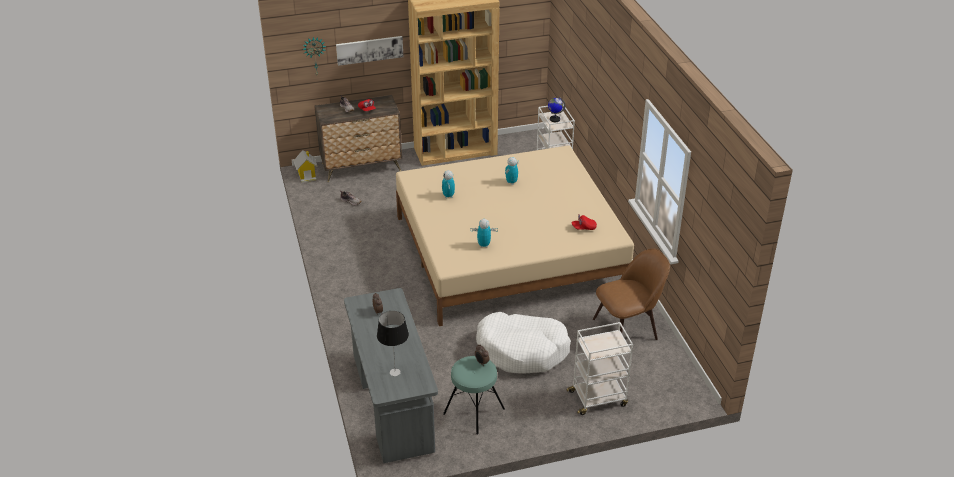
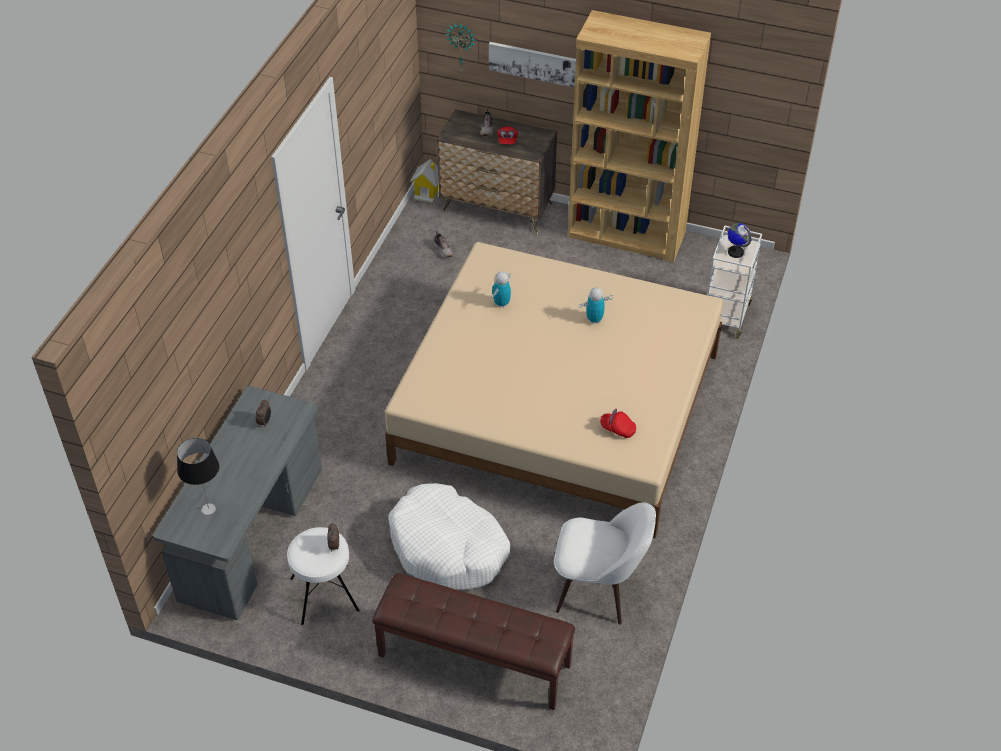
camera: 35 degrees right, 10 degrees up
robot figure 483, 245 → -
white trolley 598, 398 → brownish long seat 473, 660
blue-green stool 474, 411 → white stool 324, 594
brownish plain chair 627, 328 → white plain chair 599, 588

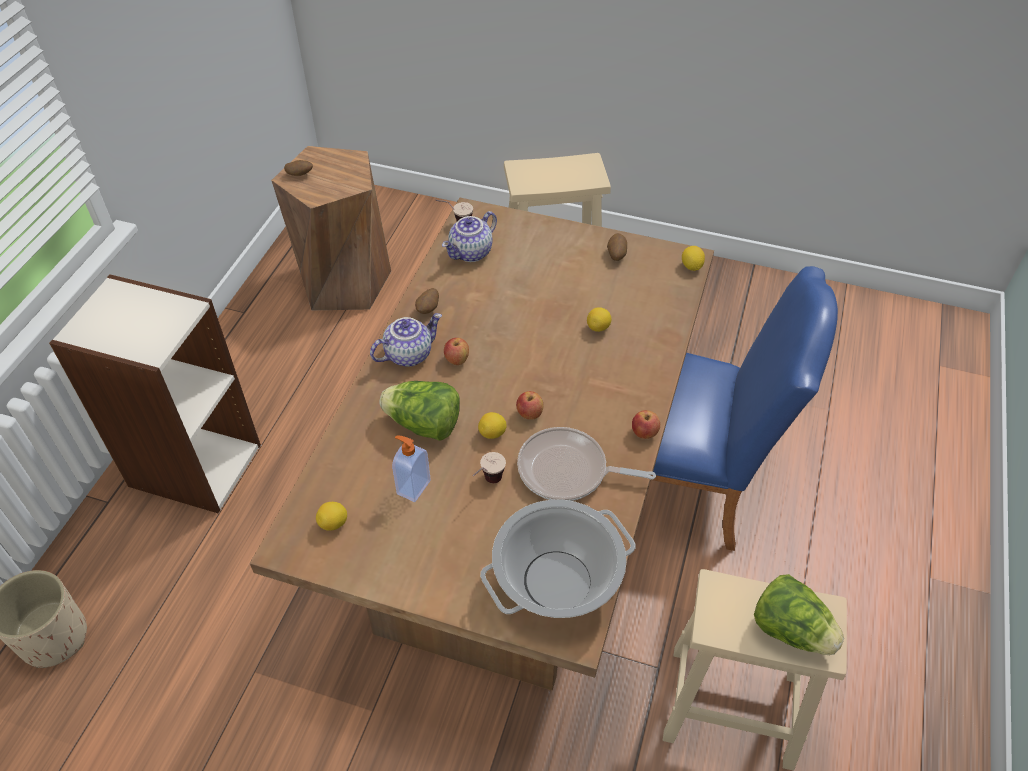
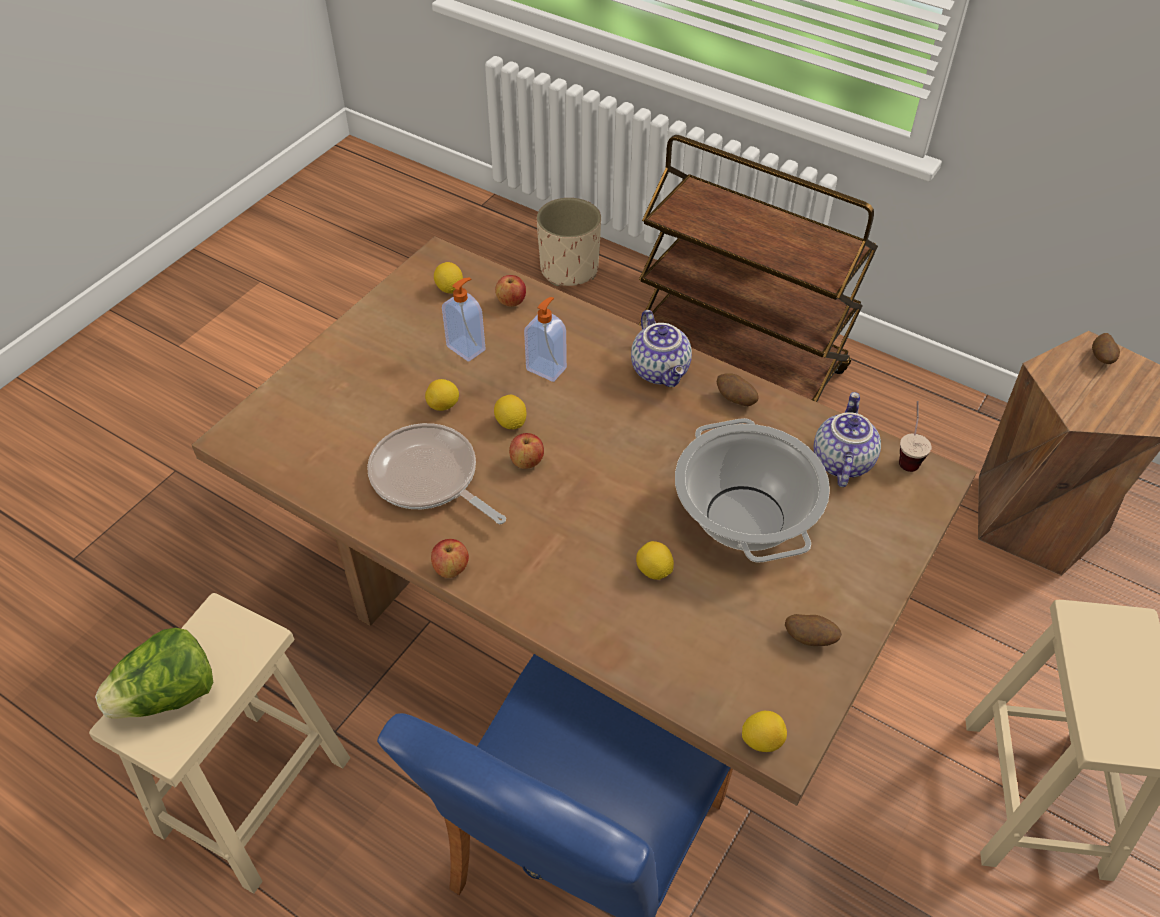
camera: 105 degrees right, 0 degrees up
apple fruit 457, 360 → apple fruit 511, 302, relocated
saucepot 556, 582 → saucepot 744, 517, relocated
bookcase 194, 464 → brownish trolley 739, 359
lettuce head 424, 425 → soap dispenser 547, 368
small cup 487, 484 → whole lemon 443, 406
tea pot 471, 253 → tea pot 840, 461, 45 degrees clockwise
frying pan 568, 471 → frying pan 428, 478, 75 degrees counterclockwise

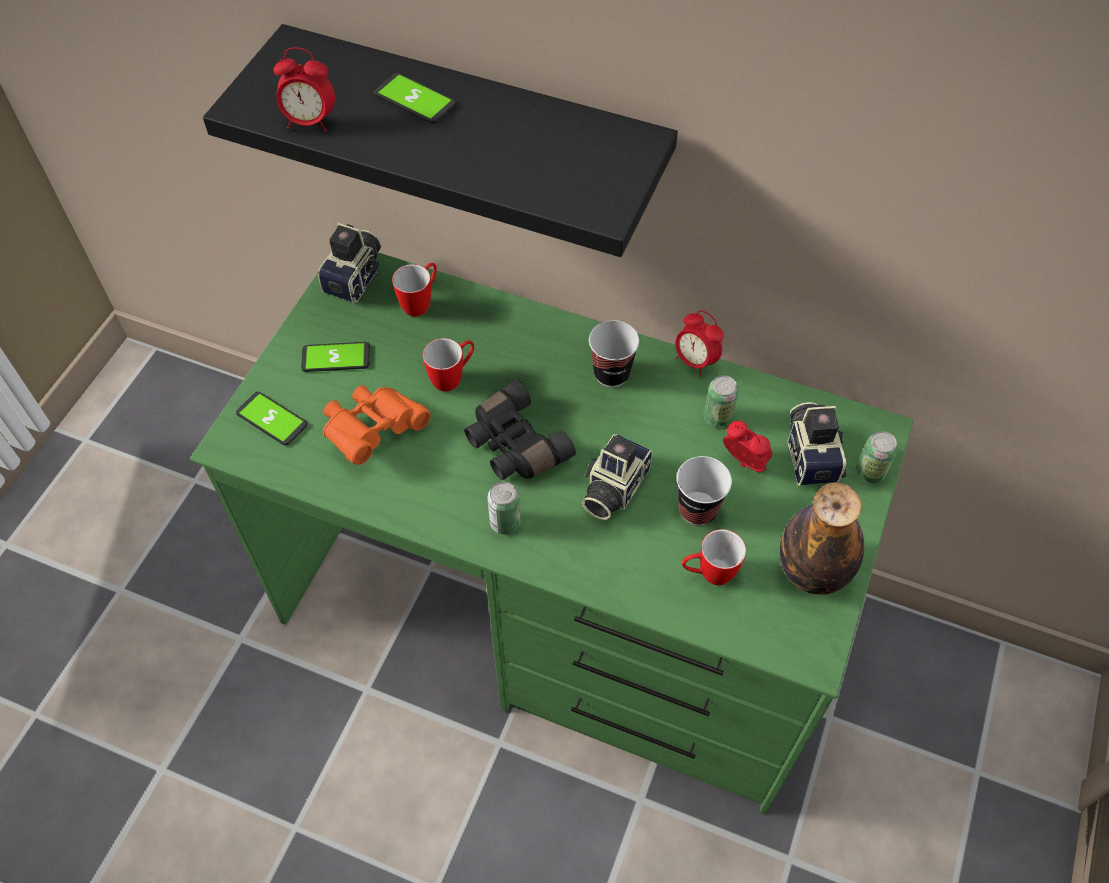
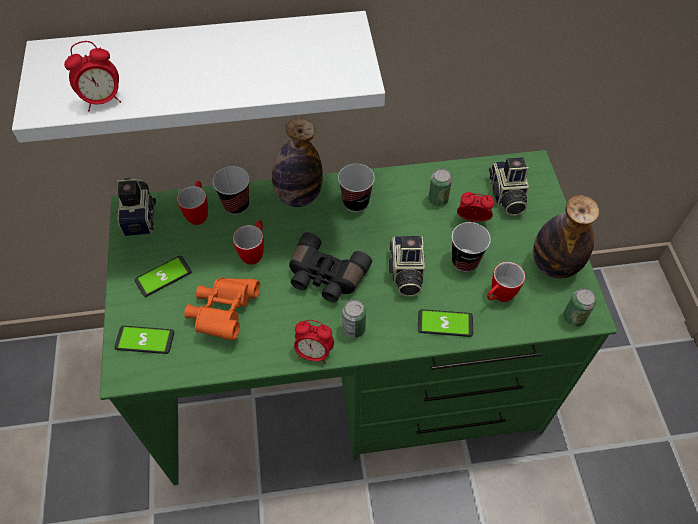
camera: 30 degrees left, 0 degrees up
- → small cup 236, 205
- → drink bottle 298, 196
telephone 415, 99 → telephone 445, 323, relocated
table clock 695, 361 → table clock 314, 353, relocated
sealed can 870, 472 → sealed can 573, 318, relocated
blackish wall shelf 475, 123 → white wall shelf 207, 63
photo camera 811, 454 → photo camera 506, 196, 150 degrees counterclockwise

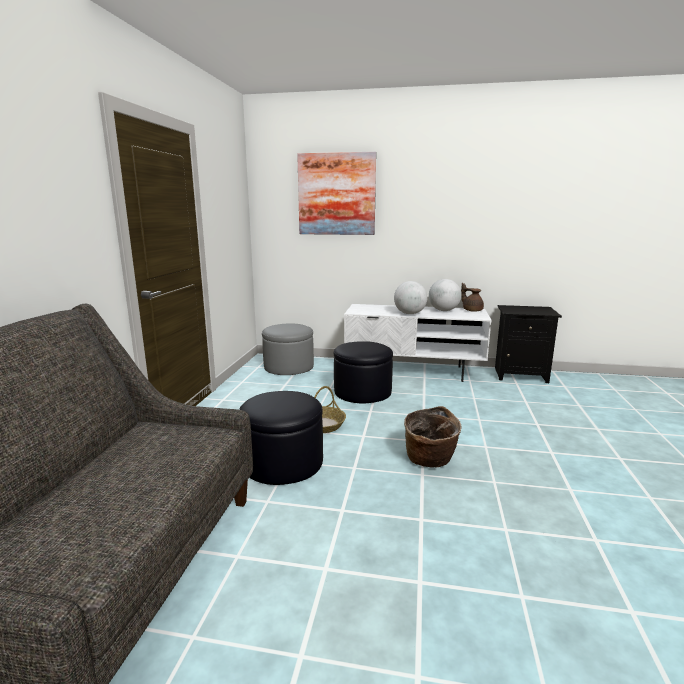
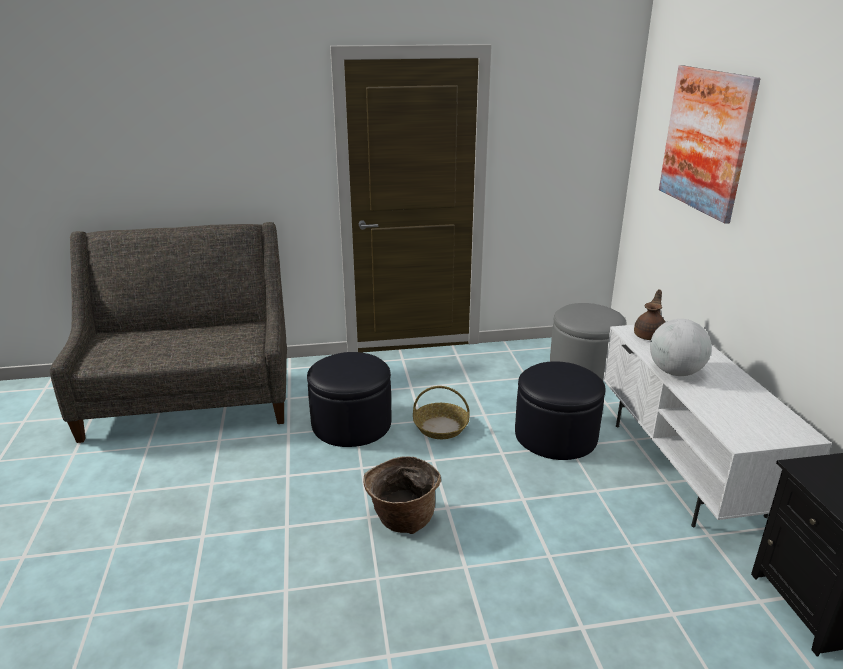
camera: 70 degrees right, 10 degrees up
globe 444, 310 → -
brownish tea pot 472, 310 → brownish tea pot 650, 335, relocated

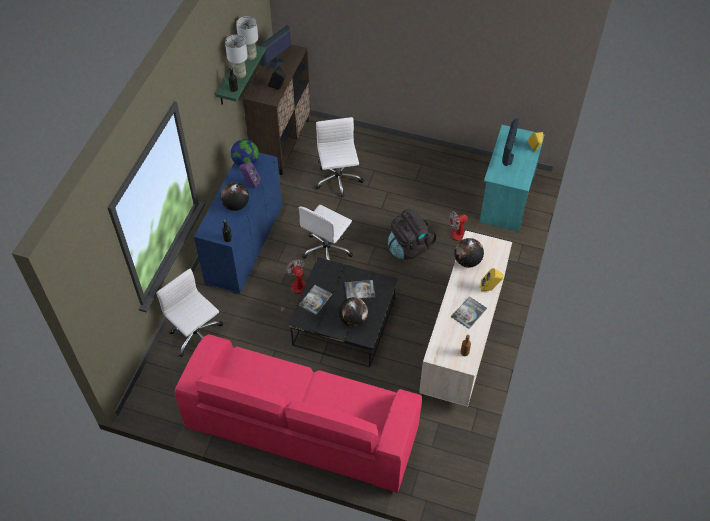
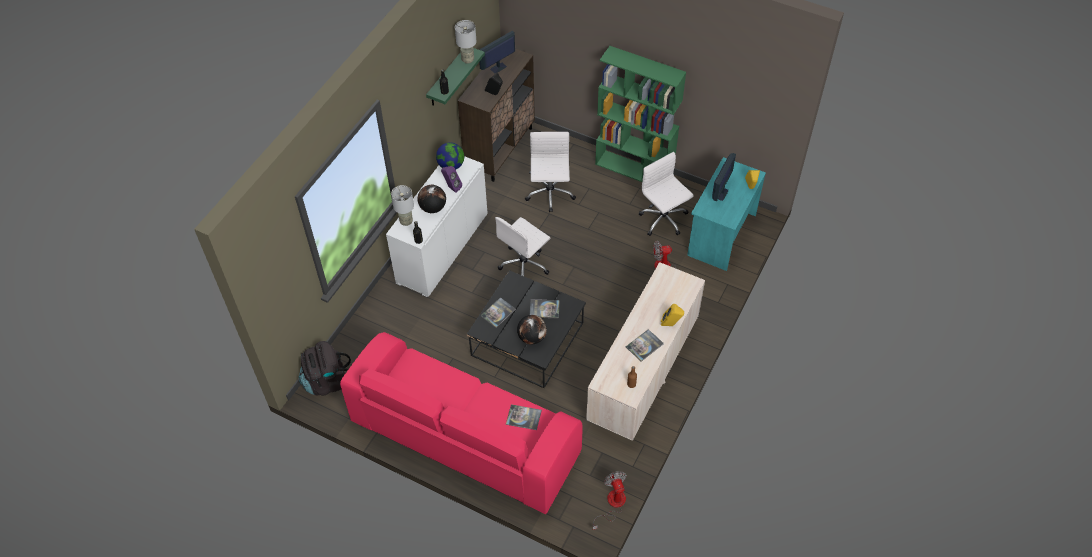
camera: 10 degrees right, 0 degrees up
globe 467, 261 → -
- → book 523, 417
- → greenish bookcase 634, 170
white computer chair 197, 336 → white computer chair 663, 220, relocated
grey lamp for a table 239, 75 → grey lamp for a table 406, 222, relocated
cooling fan 296, 292 → cooling fan 612, 504, relocated
blackish backpack 409, 247 → blackish backpack 327, 381, relocated
blue-coloured cupboard 244, 244 → white cupboard 442, 248

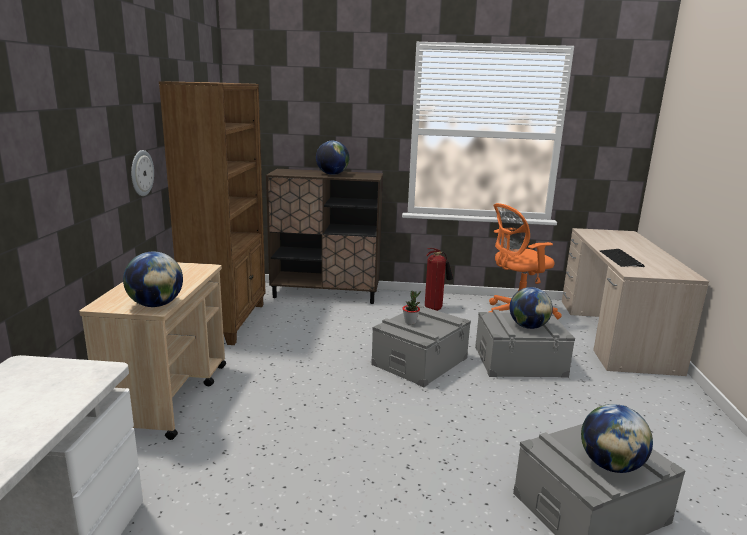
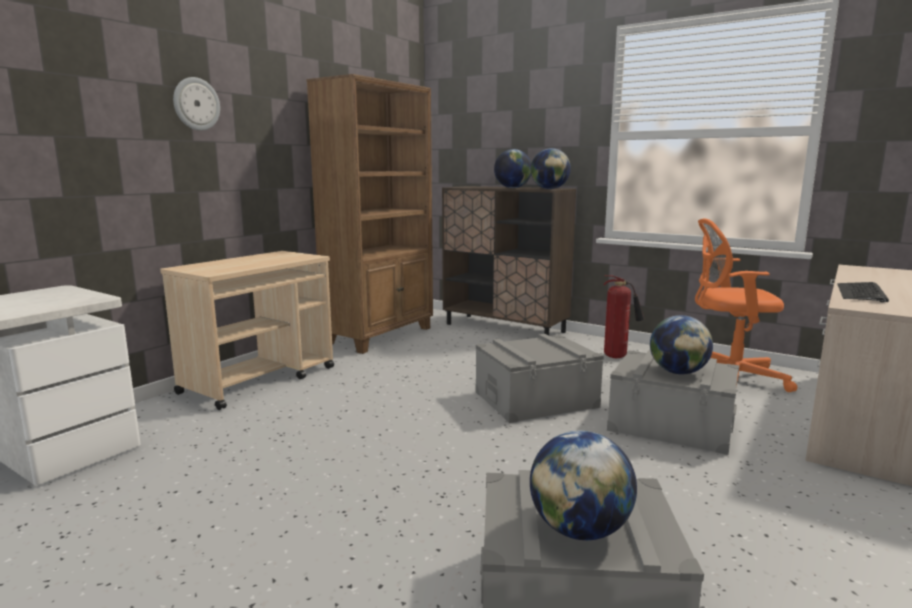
camera: 30 degrees right, 5 degrees down
plant in a pot 410, 322 → -
globe 156, 305 → globe 549, 189, relocated
hanging clock 141, 173 → hanging clock 196, 104, relocated

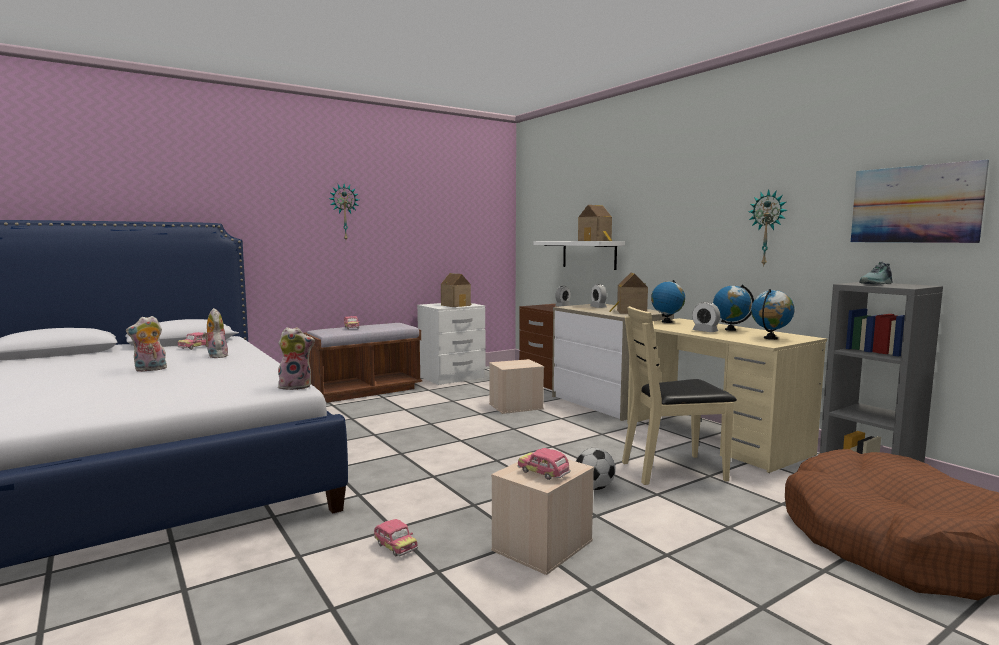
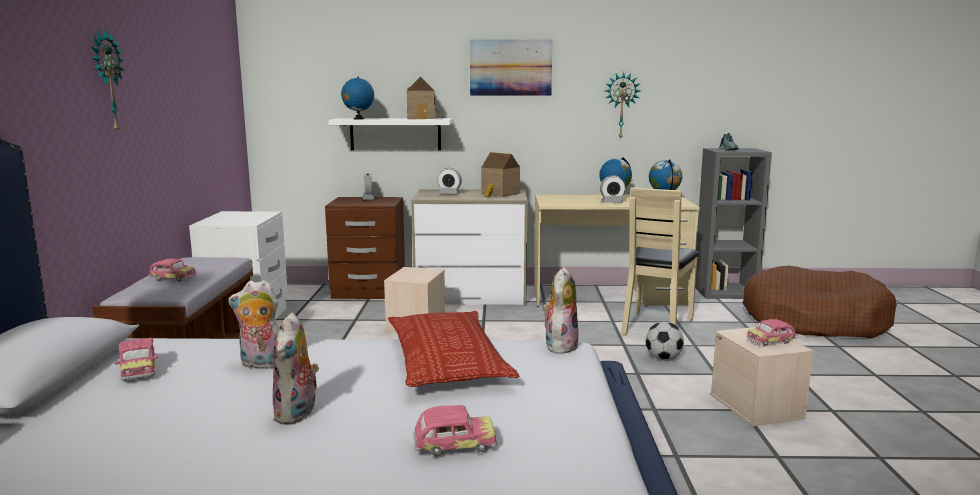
camera: 55 degrees left, 5 degrees up
toy house 456, 305 → -
- → pillow 446, 359
miniature car 395, 547 → miniature car 454, 446, relocated
globe 667, 322 → globe 358, 119, relocated
wall picture 914, 204 → wall picture 510, 67, relocated

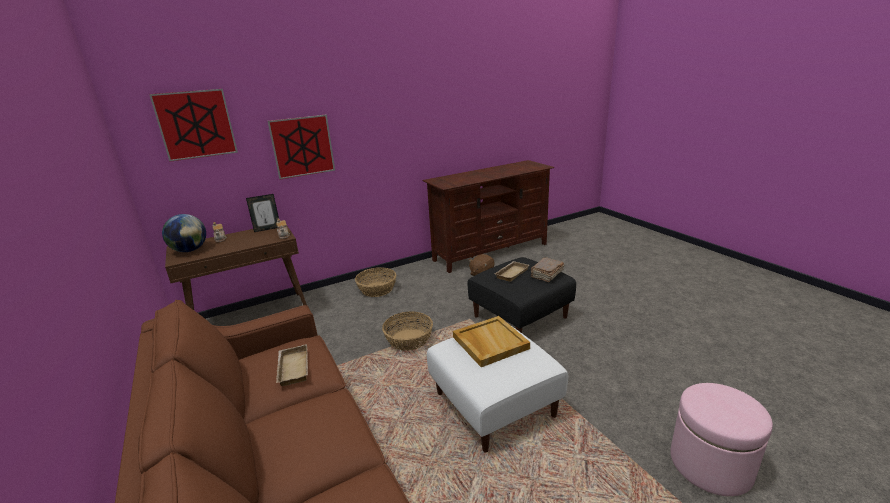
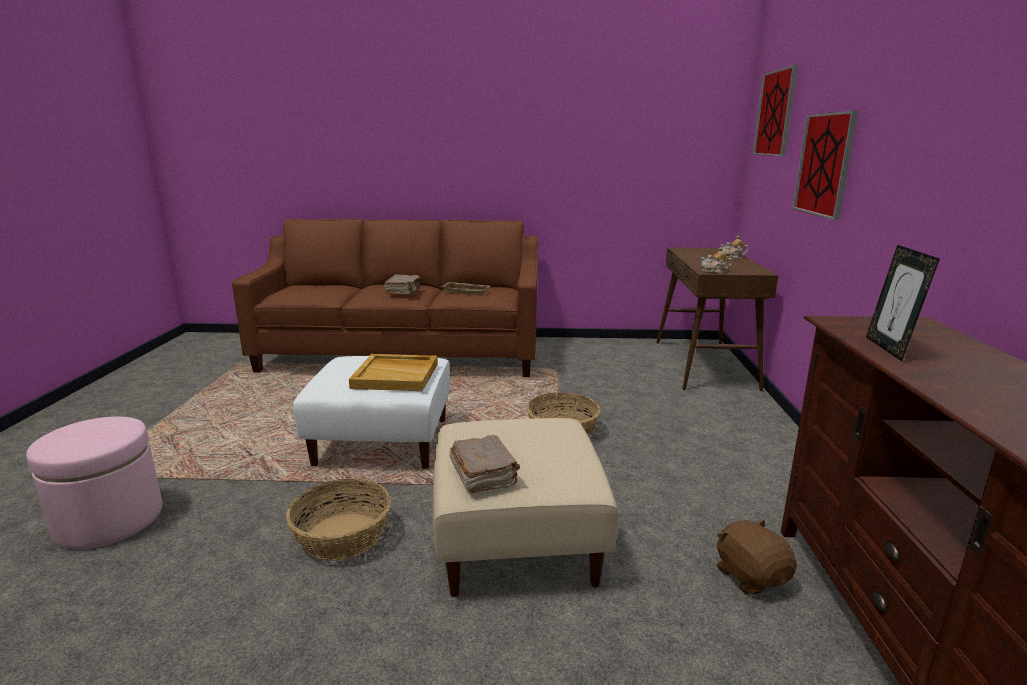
camera: 120 degrees right, 5 degrees down
globe 190, 250 → -
beige carrying tray 511, 273 → -
- → brownish book 404, 292
standing frame 267, 229 → standing frame 889, 348, relocated
household basket 377, 289 → household basket 343, 536, relocated
blackish footrest 520, 317 → beige footrest 516, 539

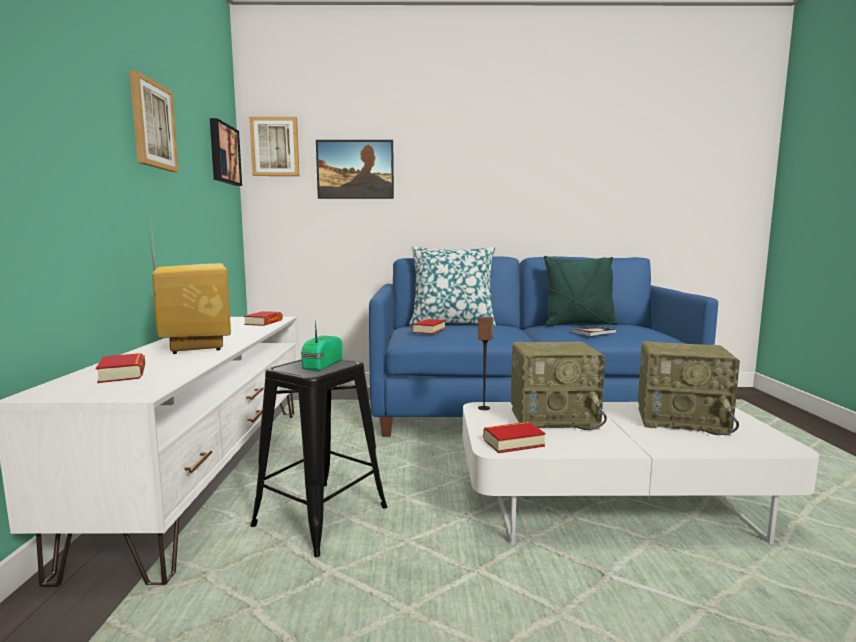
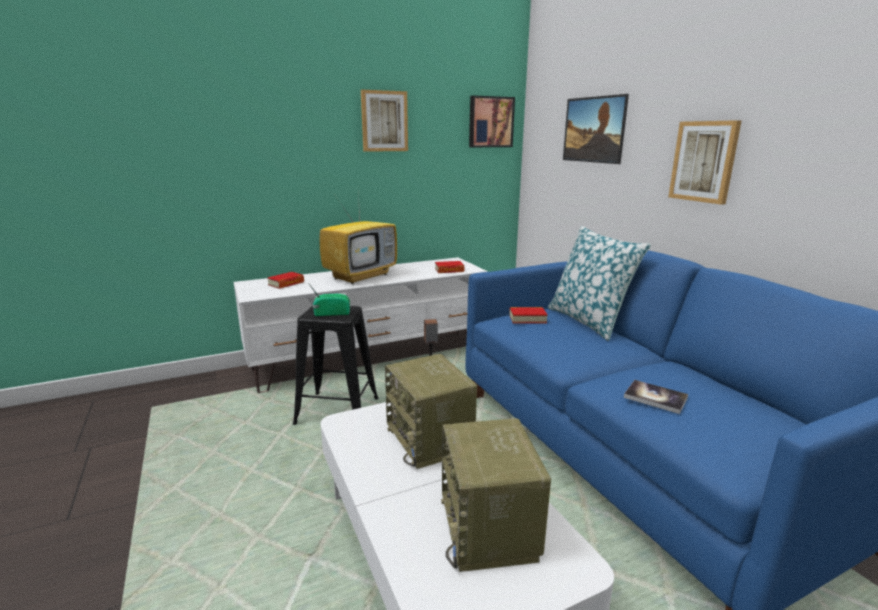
camera: 65 degrees right, 10 degrees up
book 513, 443 → -
greenish pillow 579, 324 → -
wall picture 275, 147 → wall picture 704, 161, relocated

